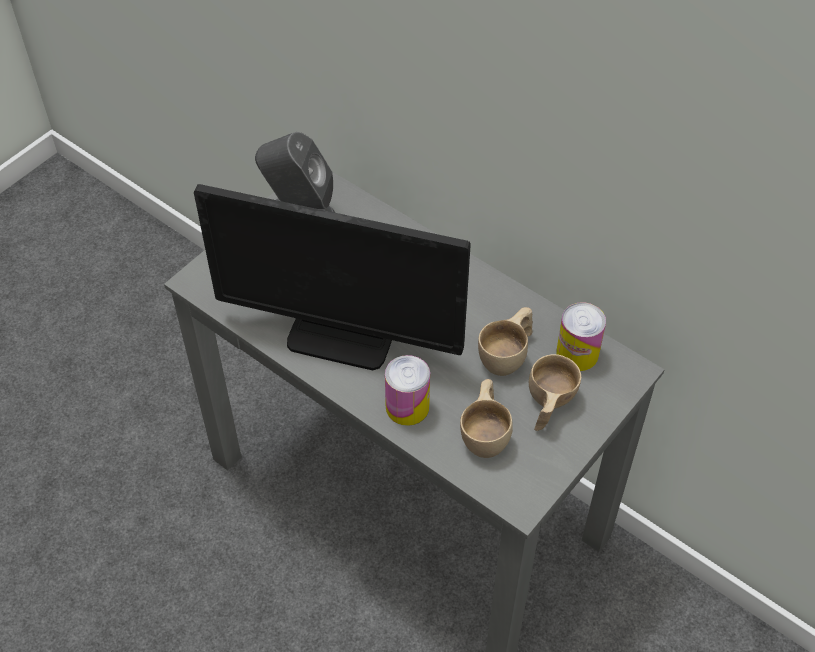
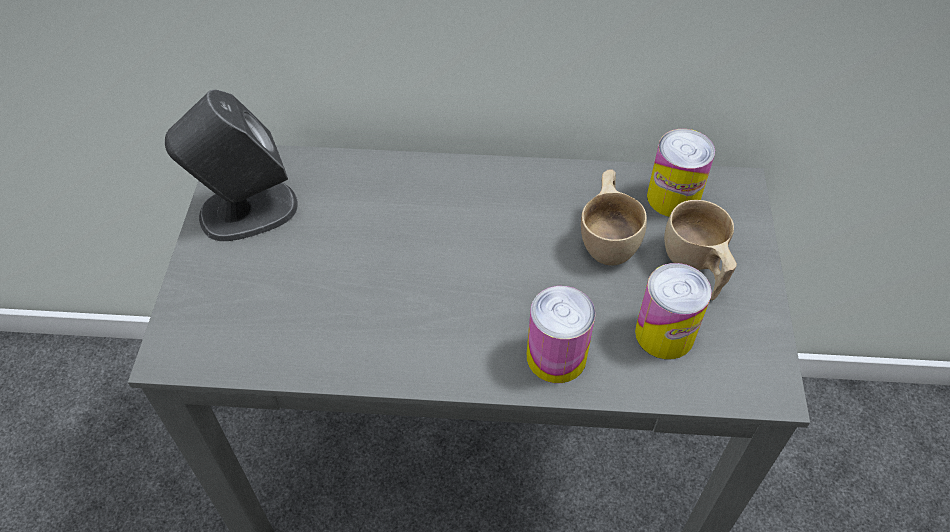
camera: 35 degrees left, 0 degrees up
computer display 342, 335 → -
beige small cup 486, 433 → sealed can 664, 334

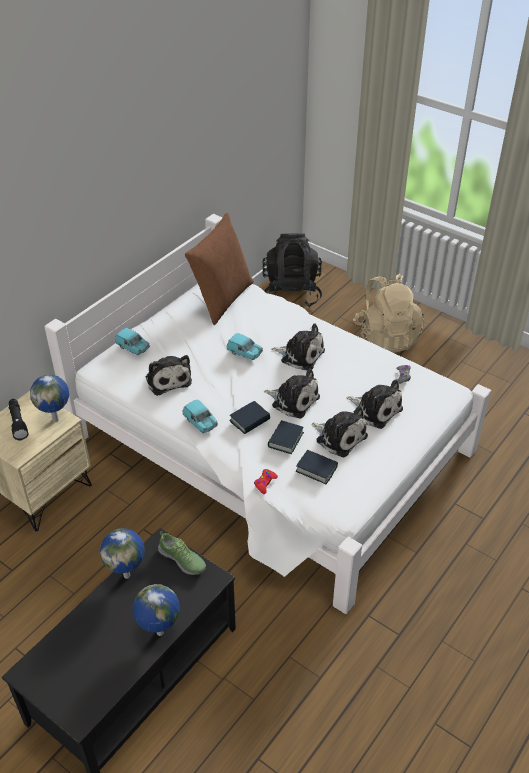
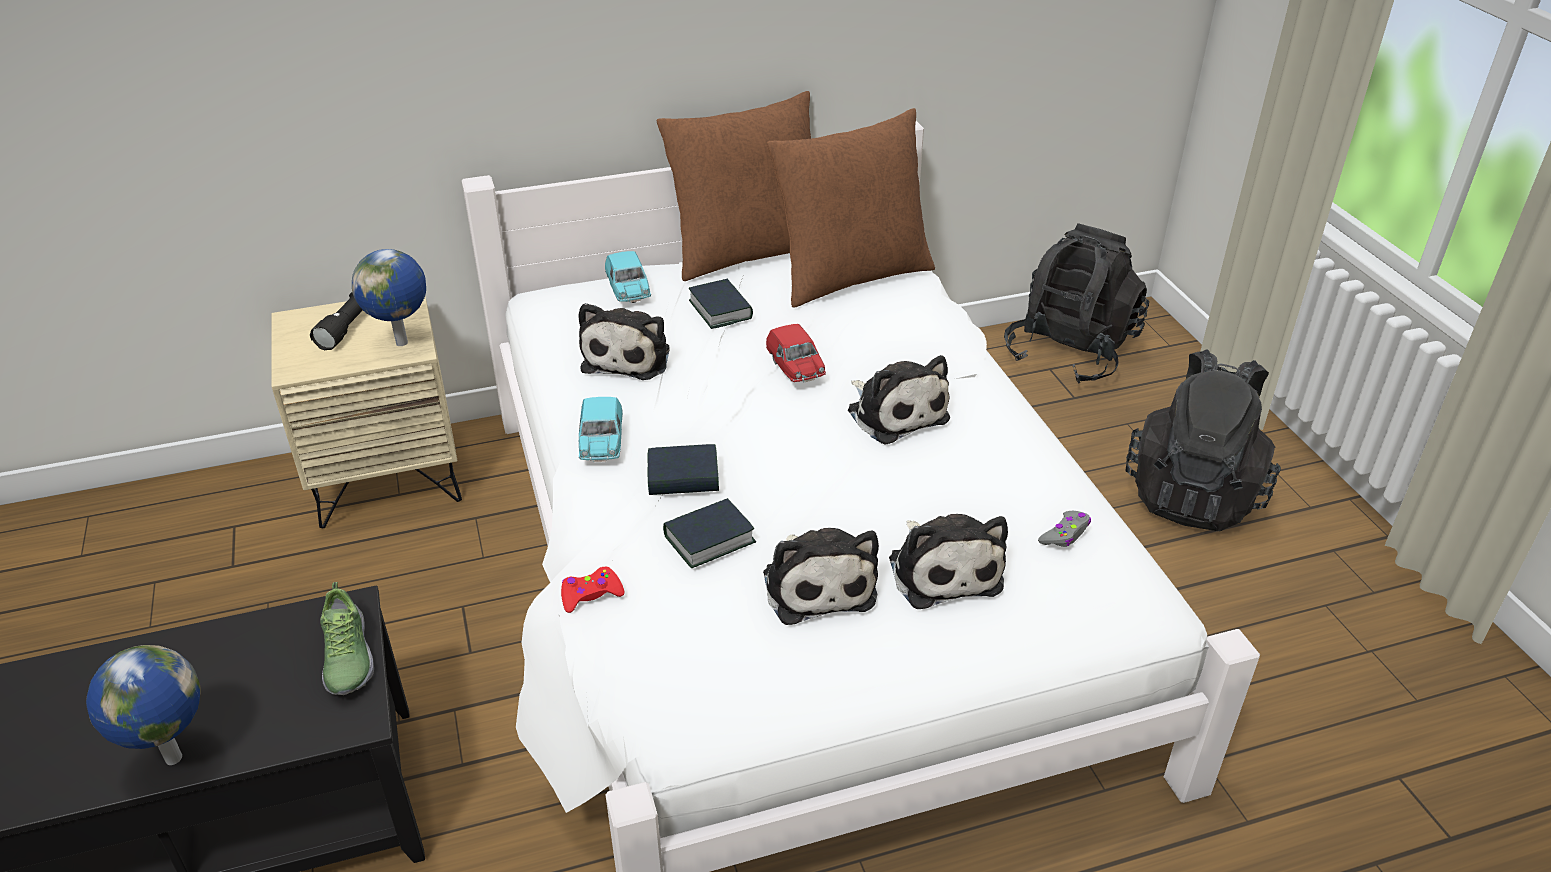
camera: 35 degrees right, 5 degrees down
globe 127, 575 → -
soft toy 293, 400 → -
- → brownish pillow 747, 253
book 316, 469 → book 720, 309, relocated
blue-green miniature car 244, 353 → red miniature car 795, 369
beige backpack 386, 337 → blackish backpack 1193, 493

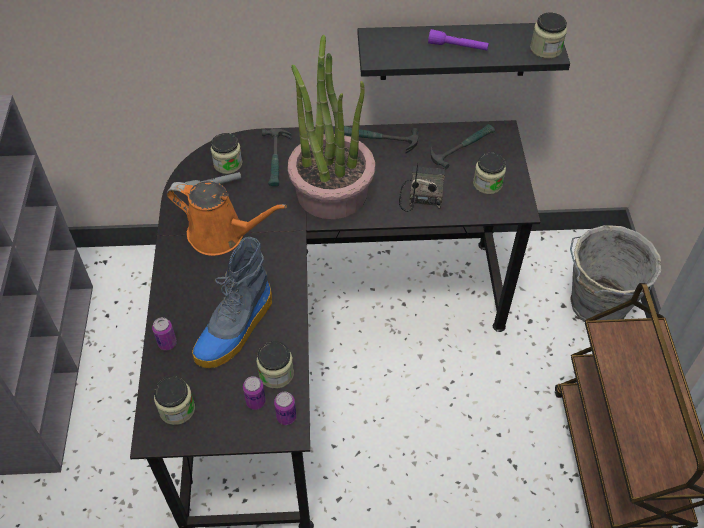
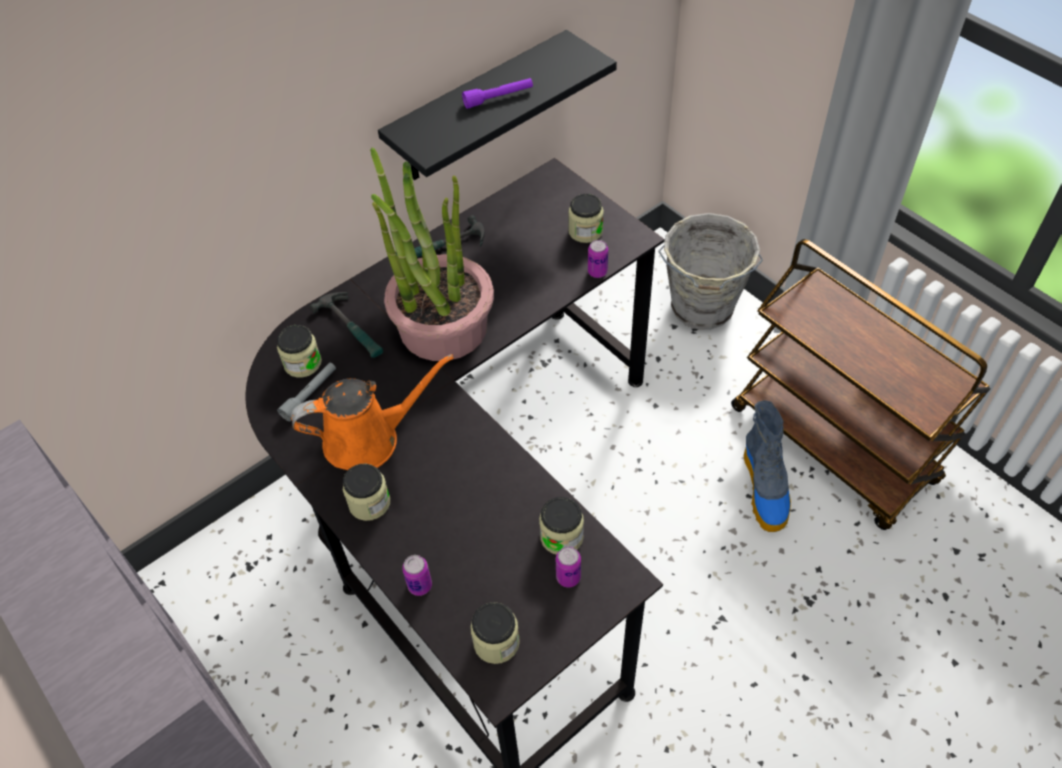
camera: 35 degrees left, 0 degrees up
radio set 422, 193 → -
hand hammer 462, 147 → -
tall boot 235, 330 → tall boot 765, 489, relocated
sealed can 286, 417 → sealed can 597, 272, relocated
storage jar 545, 49 → storage jar 369, 503, relocated

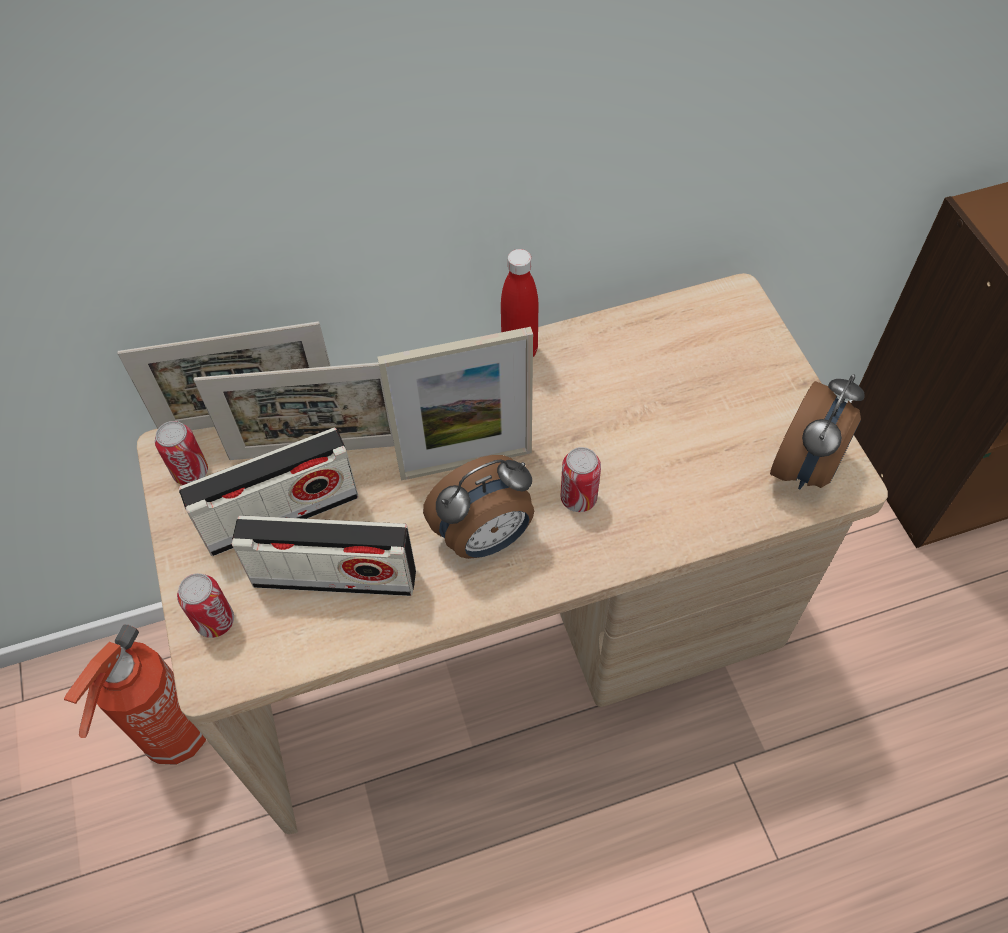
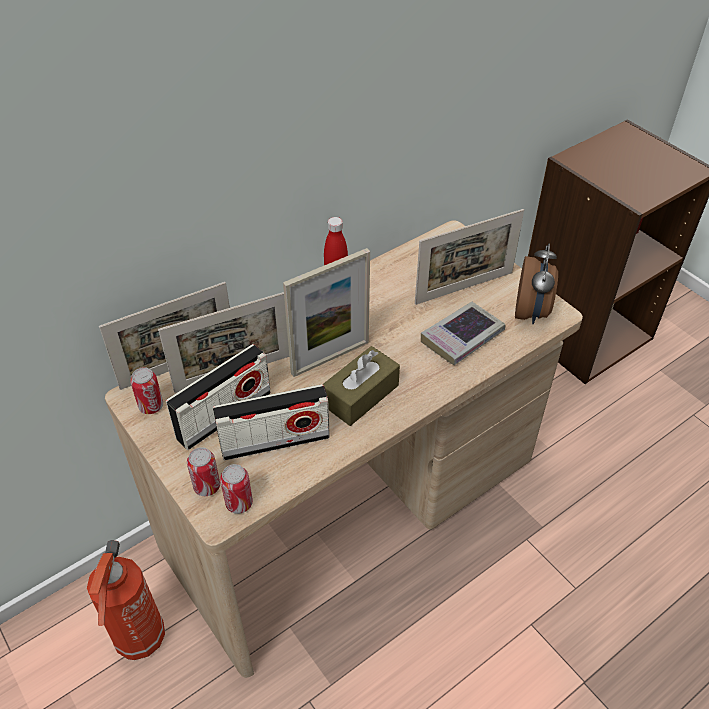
camera: 20 degrees left, 10 degrees down
- → standing frame 464, 288
- → book 462, 337
sealed can 578, 498 → sealed can 239, 503, relocated
table clock 485, 538 → brownish tissue box 360, 395

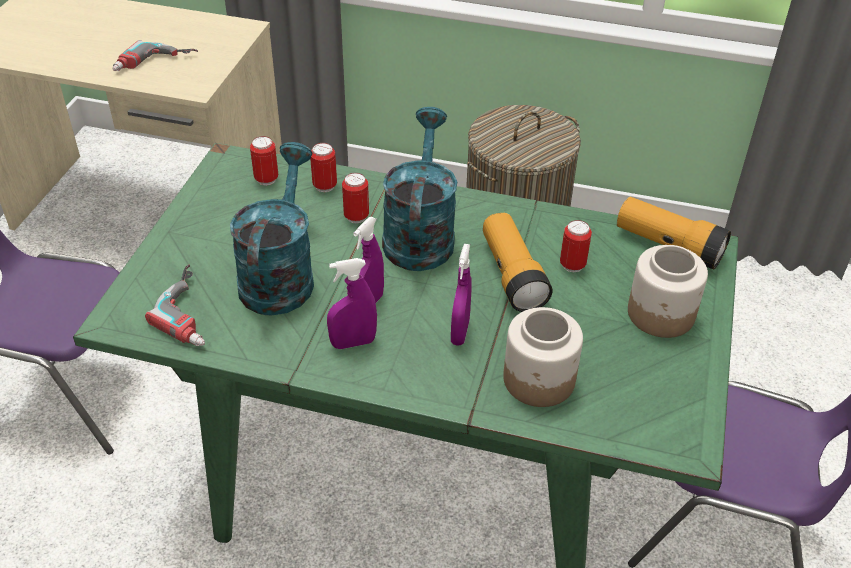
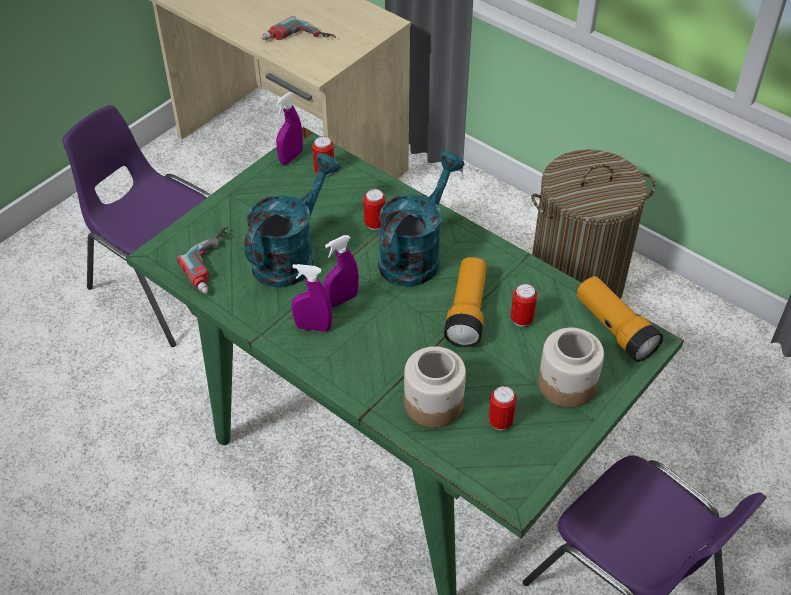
camera: 25 degrees right, 5 degrees up
sealed can 325, 186 → sealed can 500, 422, relocated
purple-coloured spray bottle 460, 332 → purple-coloured spray bottle 291, 157, relocated

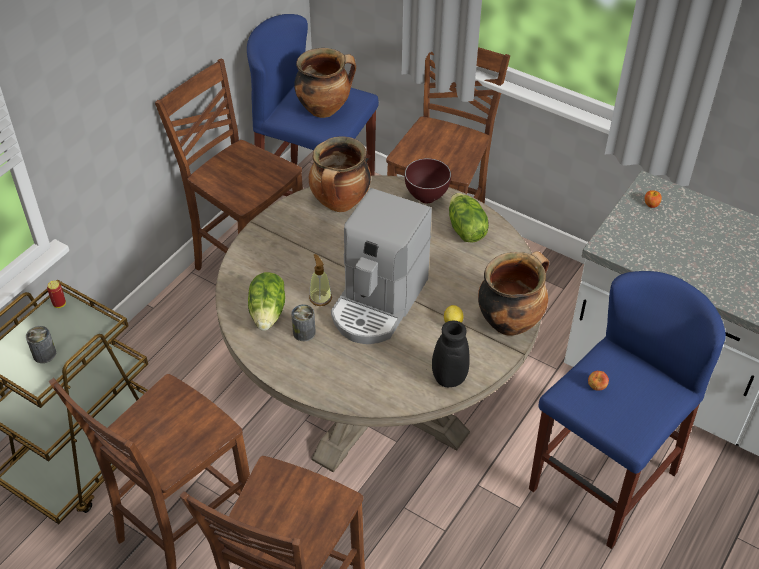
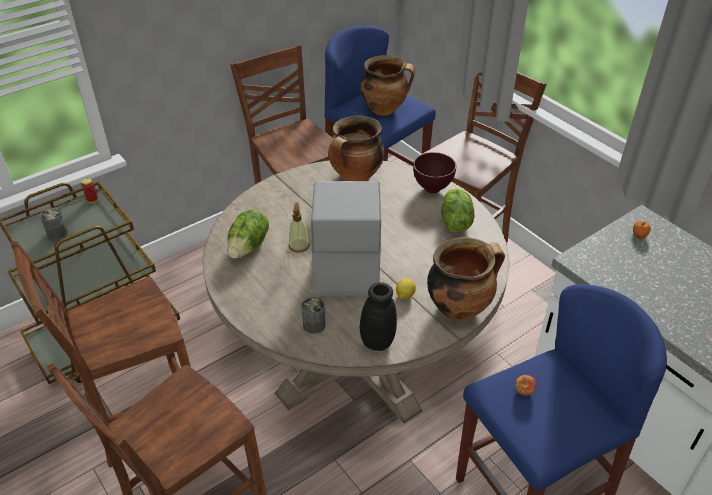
camera: 20 degrees right, 5 degrees down
sealed can 304, 332 → sealed can 314, 325, relocated
coffee machine 378, 302 → coffee machine 347, 261, 135 degrees clockwise

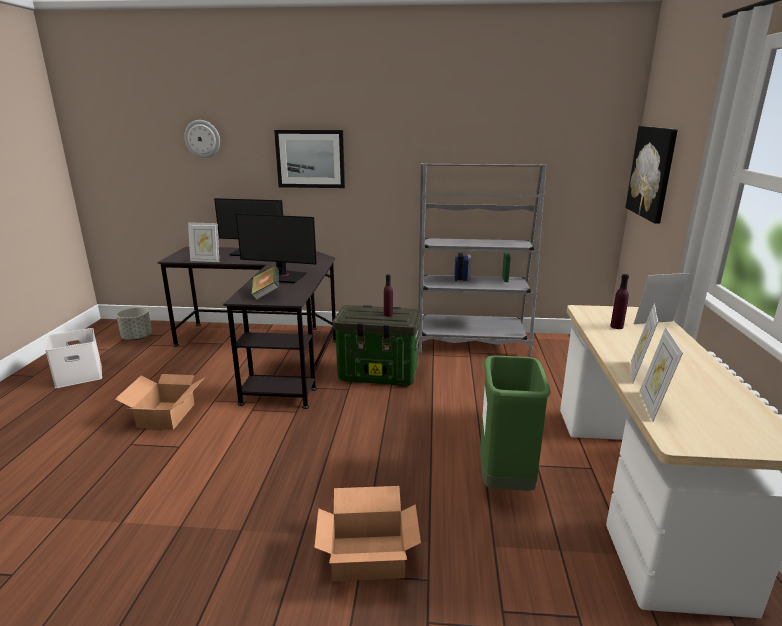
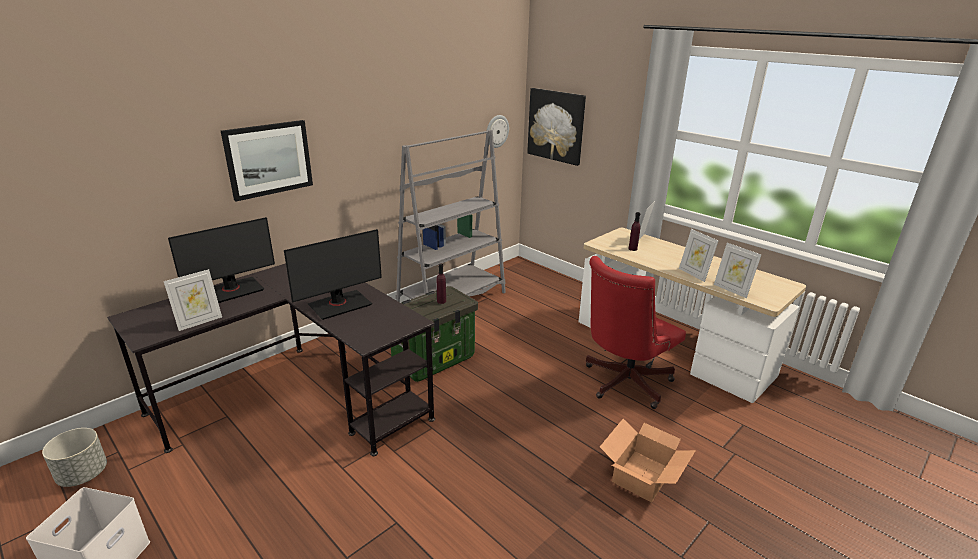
camera: 50 degrees left, 5 degrees up
carton 167, 415 → -
book 266, 294 → -
hanging clock 202, 139 → hanging clock 496, 131, relocated
greenish rubbish bin 504, 481 → red computer chair 623, 383

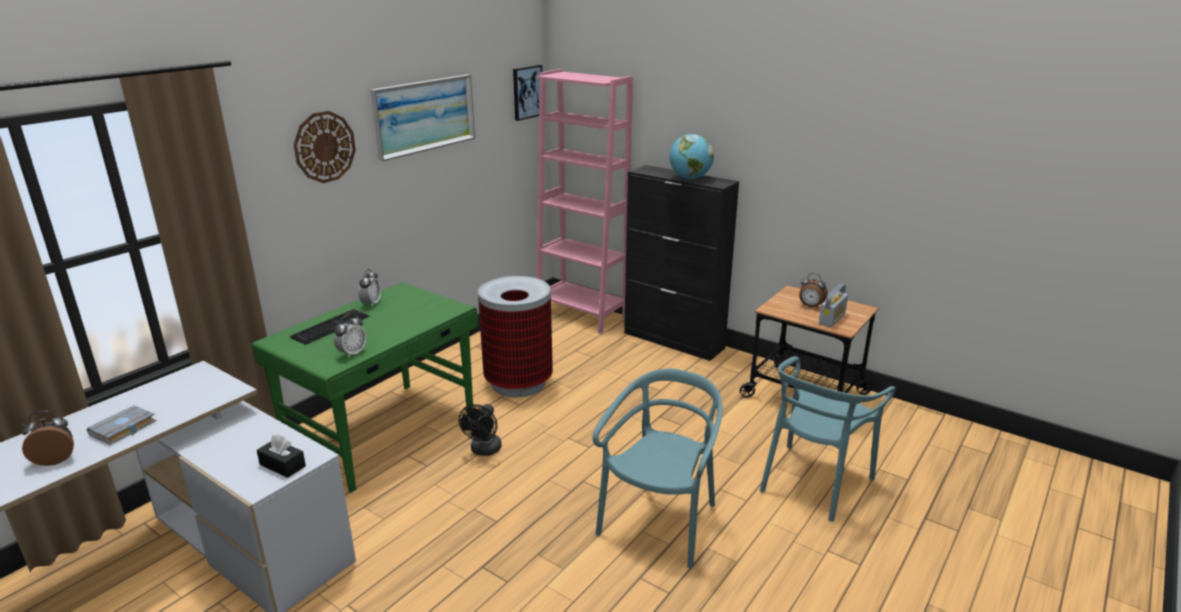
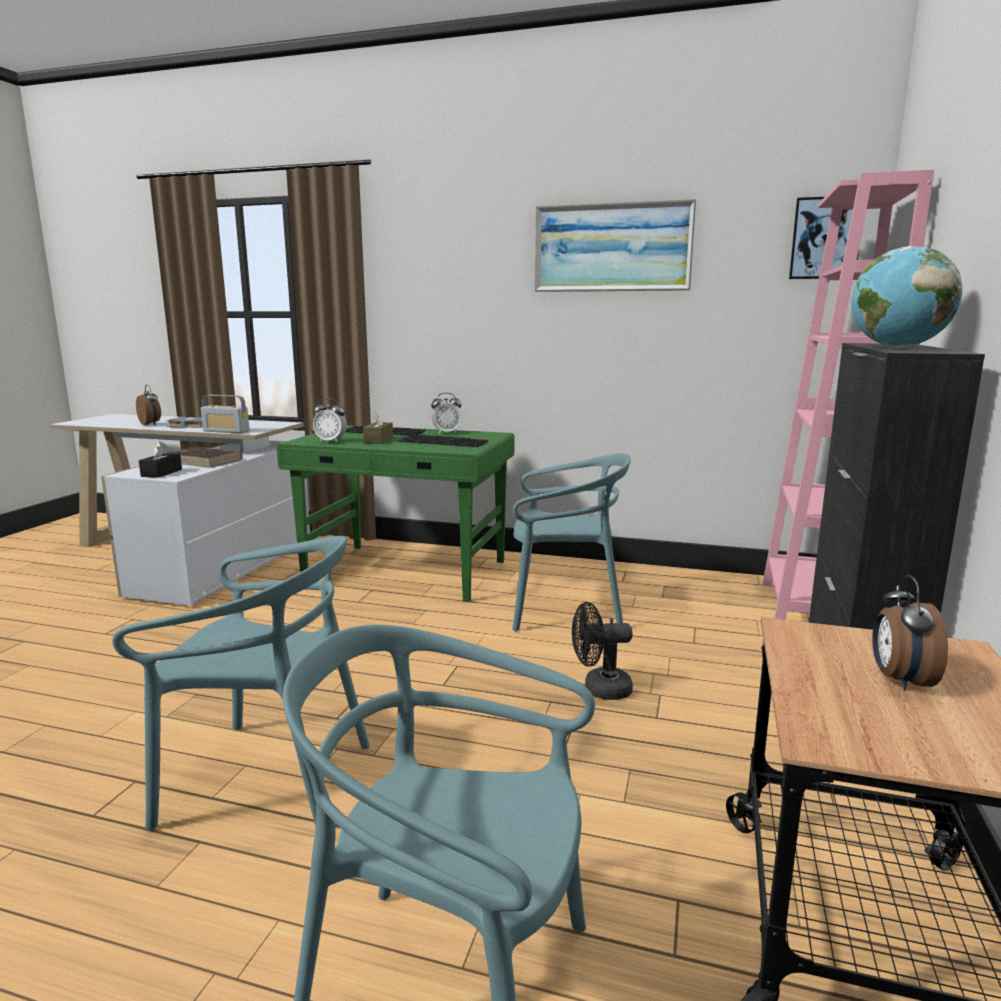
camera: 70 degrees right, 10 degrees down
hanging clock 324, 147 → -
- → brownish book 205, 461
- → brownish tissue box 378, 440
- → PC keyboard 445, 442
blackish cooling fan 484, 451 → blackish cooling fan 599, 689, relocated
radio set 832, 319 → radio set 226, 431, relocated
rubbish bin 519, 383 → blue-green plain chair 565, 610

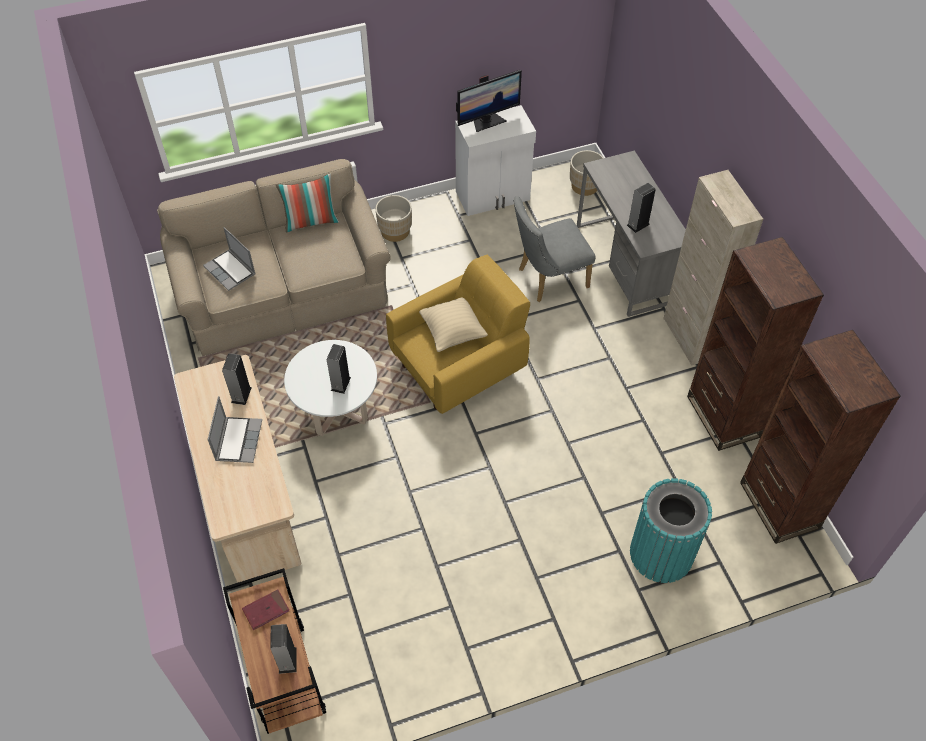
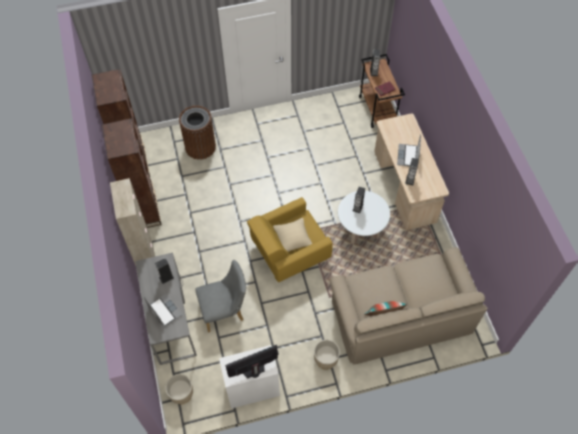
camera: 175 degrees left, 5 degrees up
portable computer 231, 270 → portable computer 164, 311, relocated
blue-green rubbish bin 661, 553 → brownish rubbish bin 200, 147

